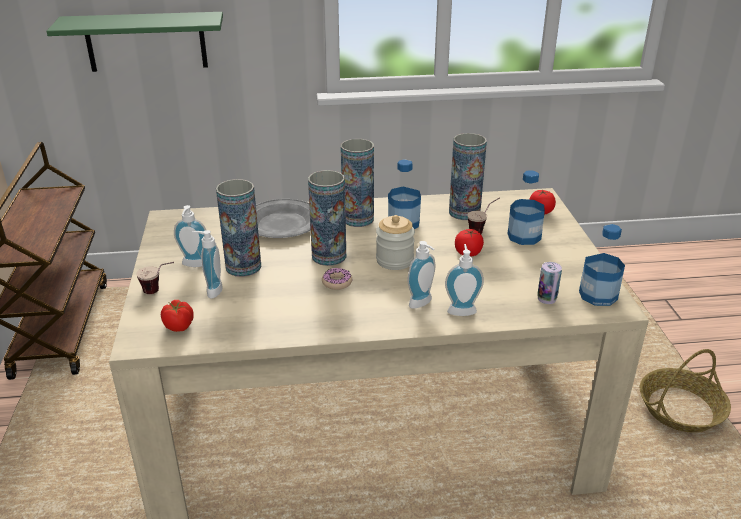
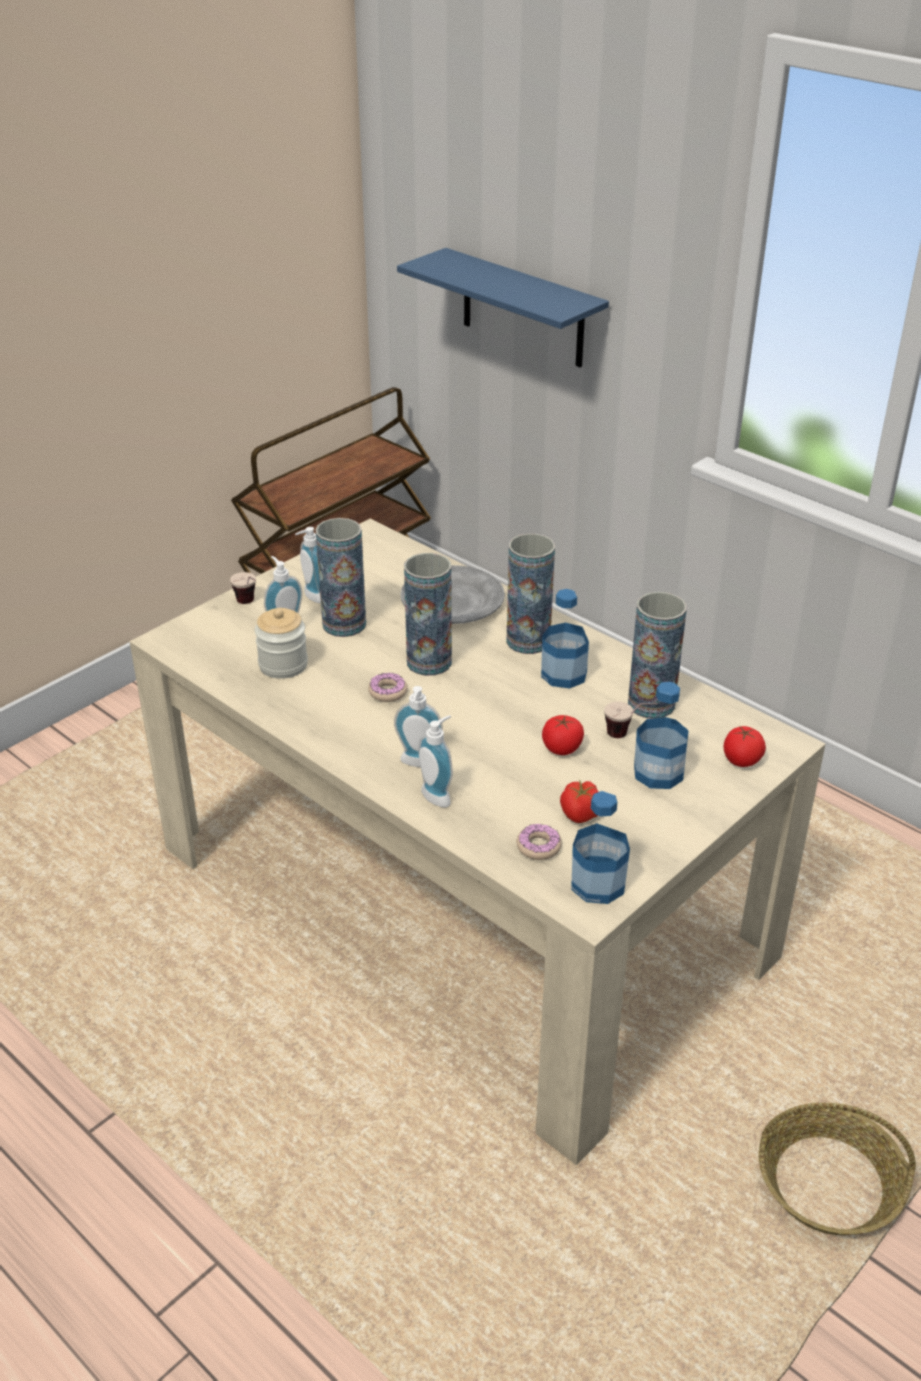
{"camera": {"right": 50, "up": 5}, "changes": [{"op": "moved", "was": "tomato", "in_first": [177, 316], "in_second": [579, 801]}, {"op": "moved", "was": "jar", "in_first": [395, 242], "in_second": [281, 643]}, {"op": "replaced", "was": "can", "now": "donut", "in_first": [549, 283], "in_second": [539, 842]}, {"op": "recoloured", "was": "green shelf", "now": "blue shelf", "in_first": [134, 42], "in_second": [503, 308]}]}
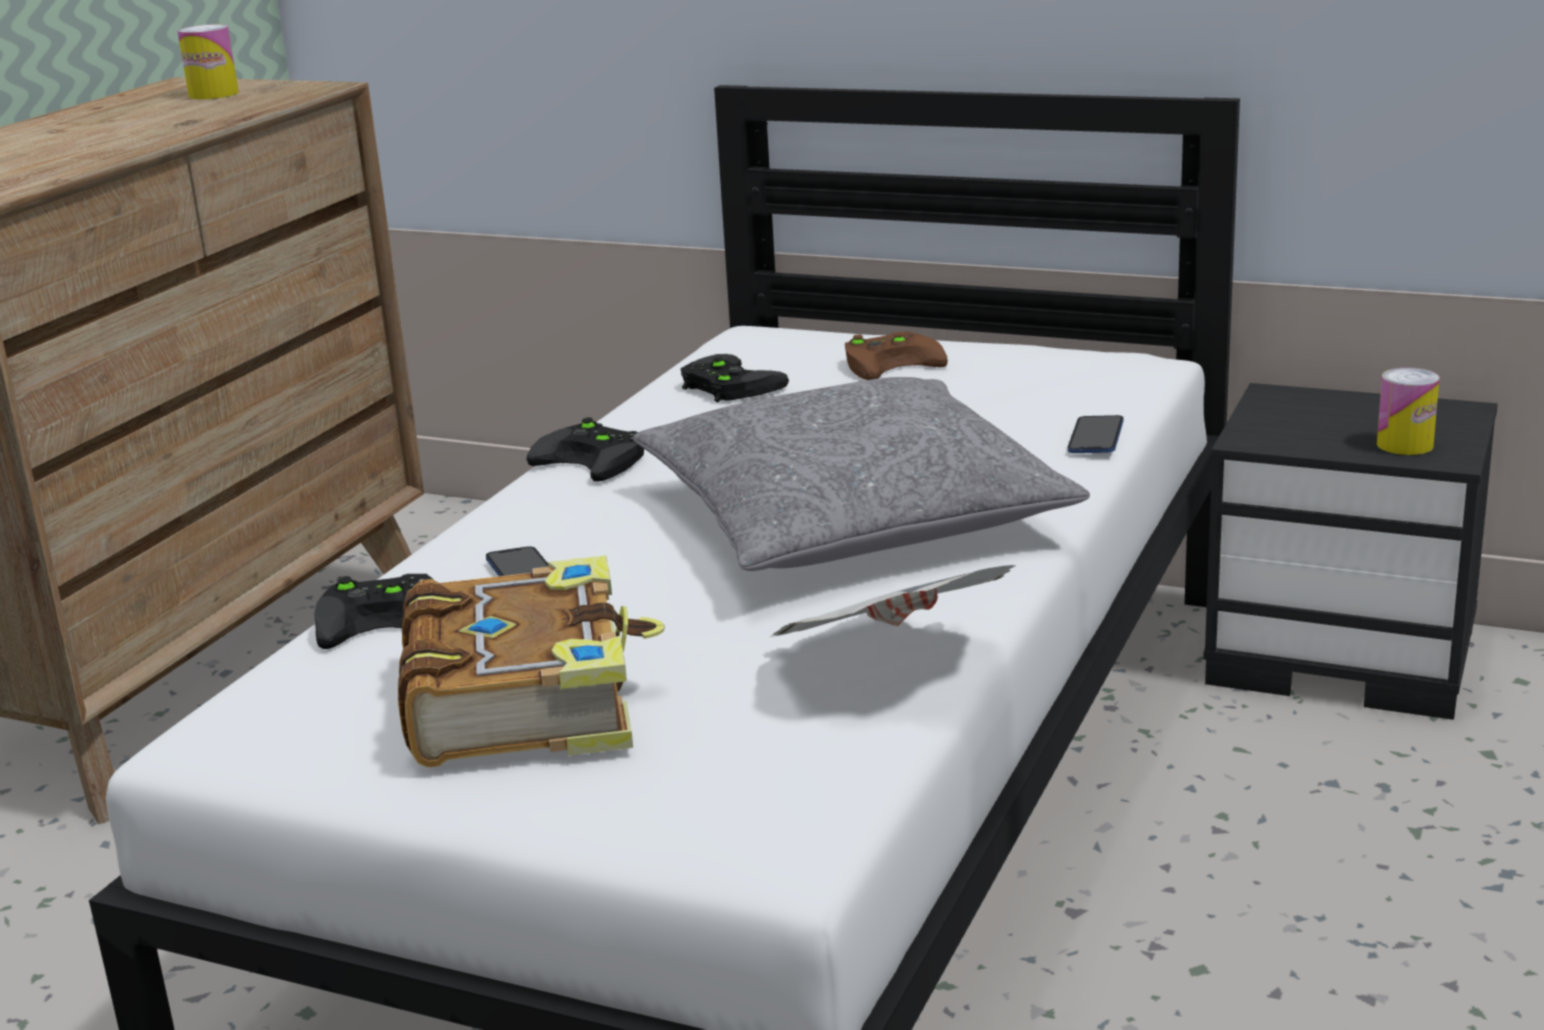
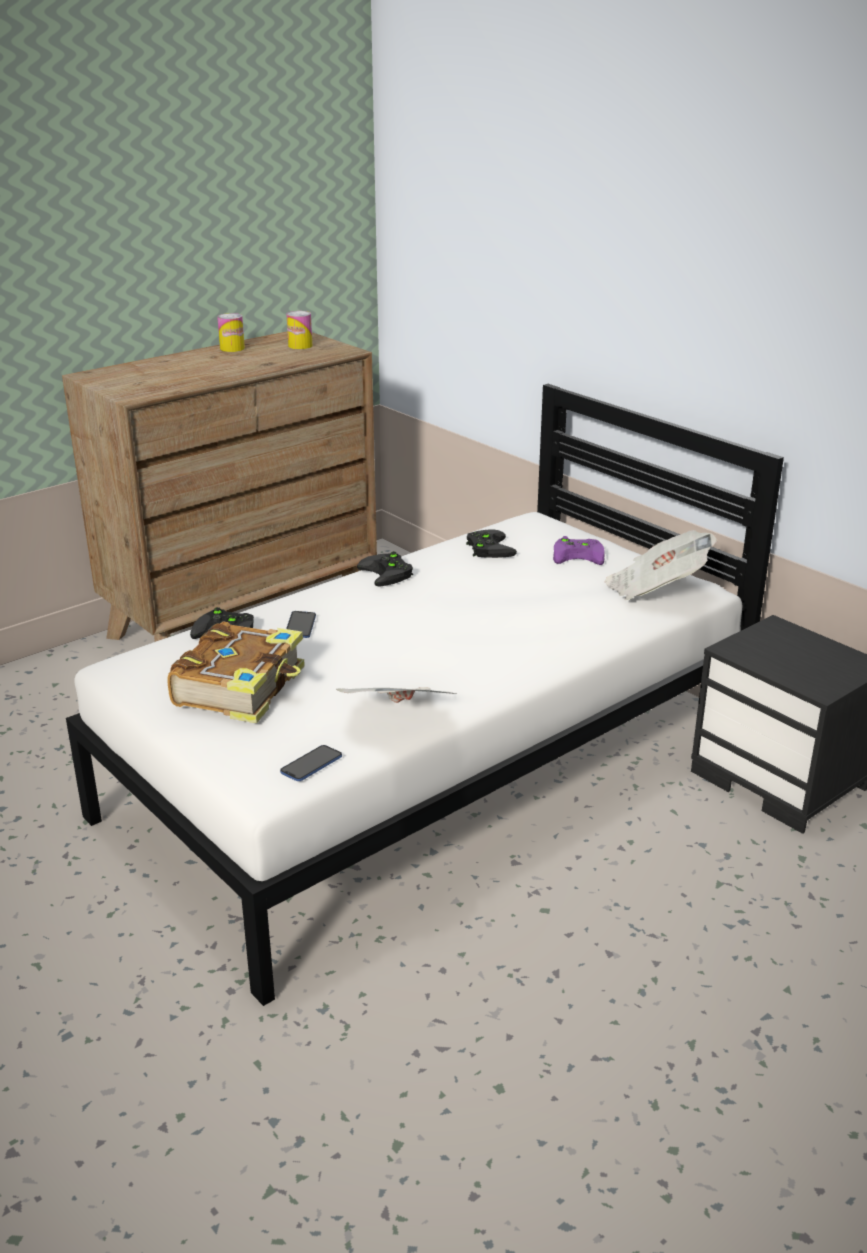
{"camera": {"right": 25, "up": 5}, "changes": [{"op": "removed", "was": "grey pillow", "in_first": [861, 474]}, {"op": "added", "now": "newspaper", "in_second": [660, 565]}, {"op": "moved", "was": "phone", "in_first": [1096, 434], "in_second": [311, 763]}, {"op": "moved", "was": "can", "in_first": [1408, 411], "in_second": [231, 332]}, {"op": "recoloured", "was": "brown game controller", "now": "purple game controller", "in_first": [896, 355], "in_second": [578, 550]}]}
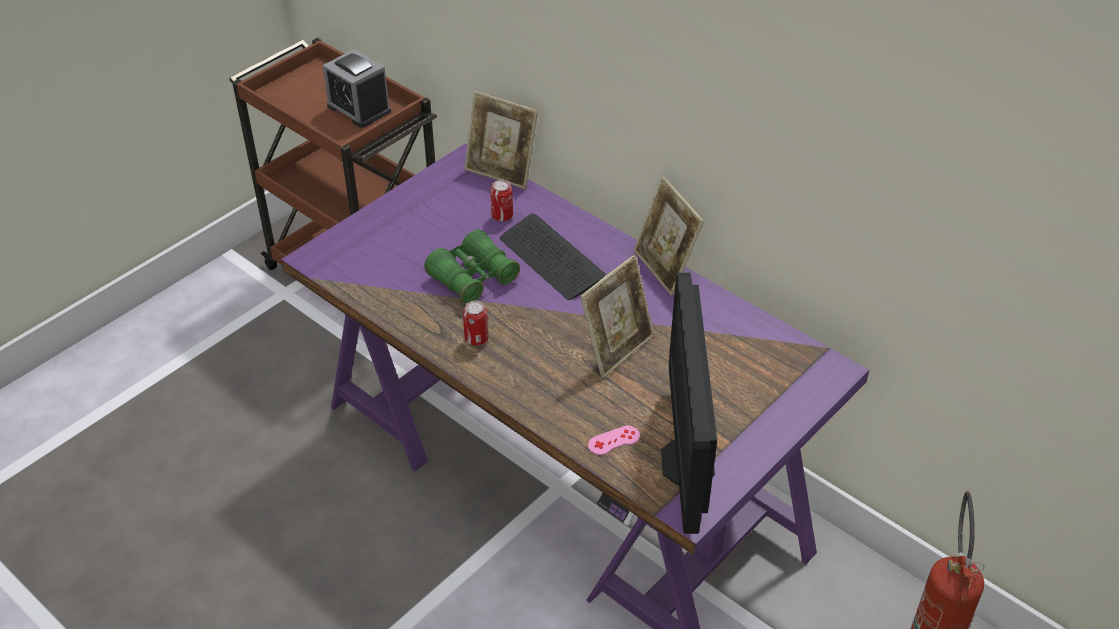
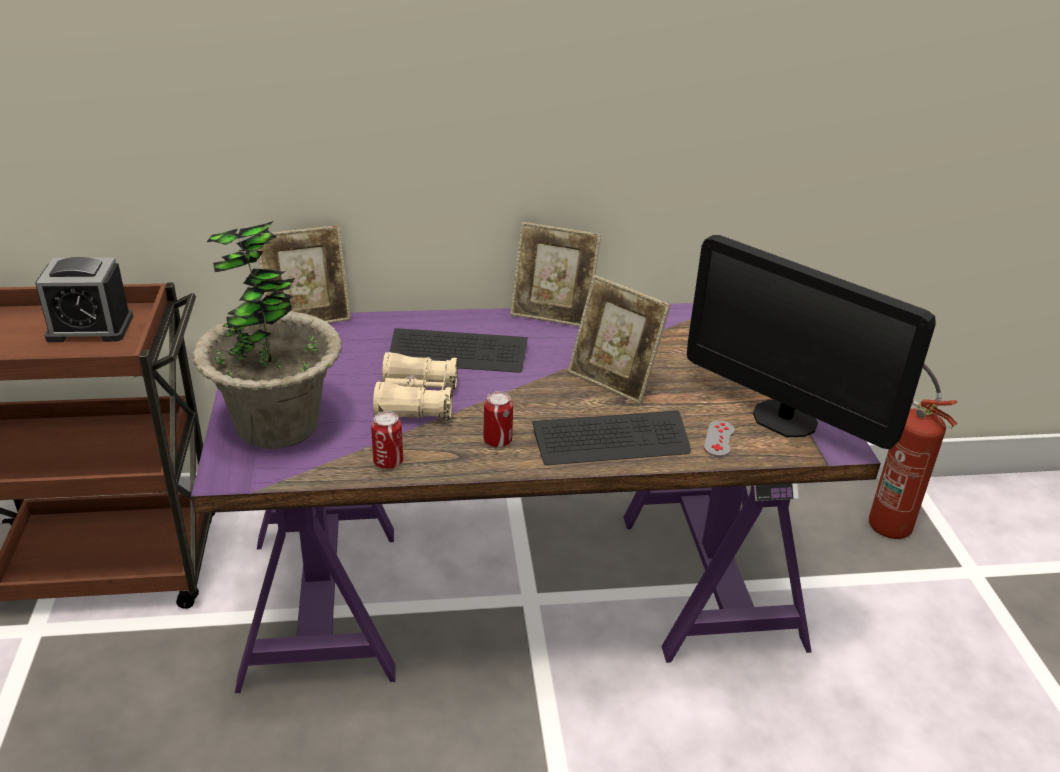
{"camera": {"right": -50, "up": -10}, "changes": [{"op": "added", "now": "potted plant", "in_second": [267, 335]}, {"op": "added", "now": "keyboard", "in_second": [611, 438]}, {"op": "moved", "was": "can", "in_first": [501, 200], "in_second": [387, 440]}, {"op": "recoloured", "was": "green binoculars", "now": "beige binoculars", "in_first": [472, 267], "in_second": [415, 386]}, {"op": "recoloured", "was": "pink game controller", "now": "grey game controller", "in_first": [614, 440], "in_second": [719, 438]}, {"op": "turned", "was": "picture frame", "in_first": [617, 316], "in_second": [619, 339], "clockwise": 135}]}
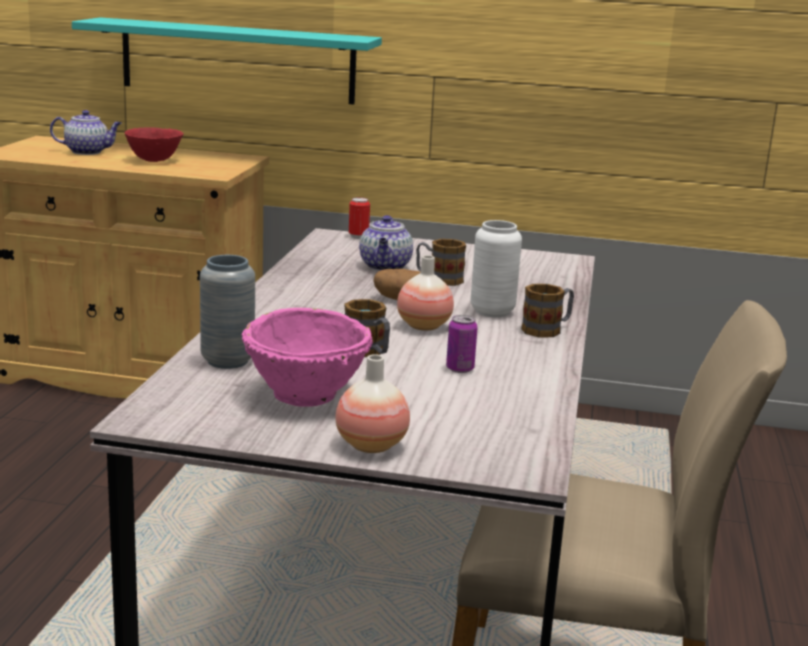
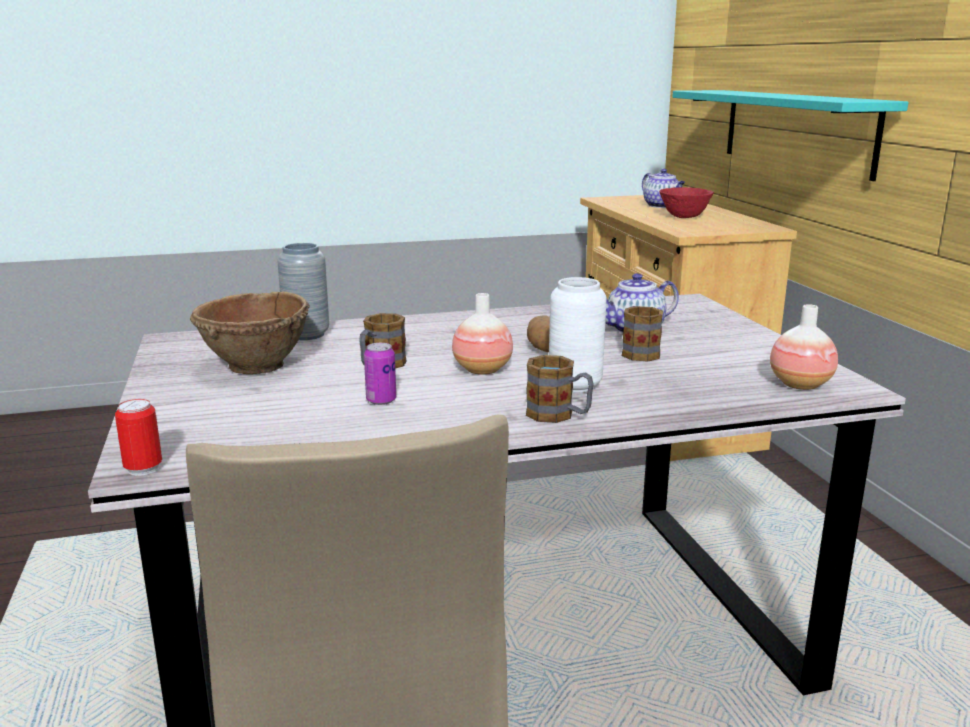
{"camera": {"right": 65, "up": 0}, "changes": [{"op": "moved", "was": "vase", "in_first": [373, 403], "in_second": [804, 347]}, {"op": "moved", "was": "can", "in_first": [359, 218], "in_second": [138, 437]}, {"op": "recoloured", "was": "pink bowl", "now": "brown bowl", "in_first": [307, 357], "in_second": [250, 333]}]}
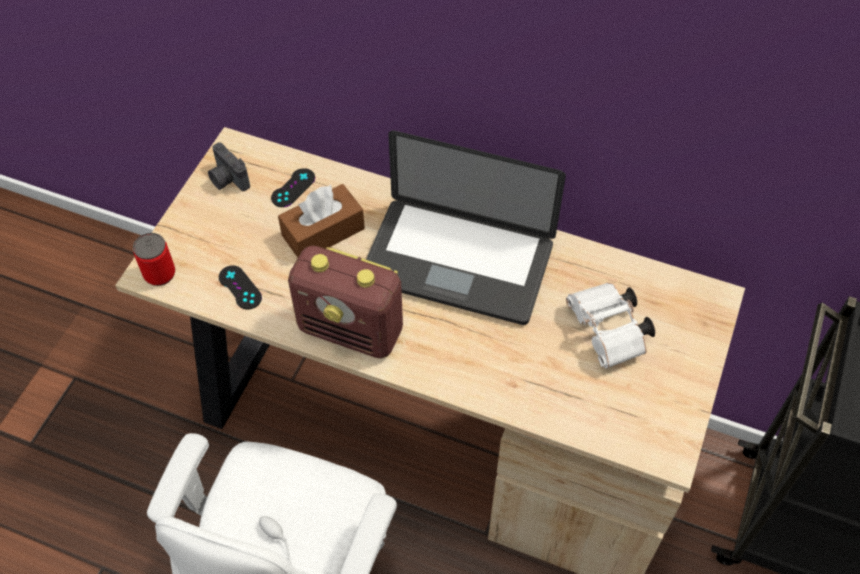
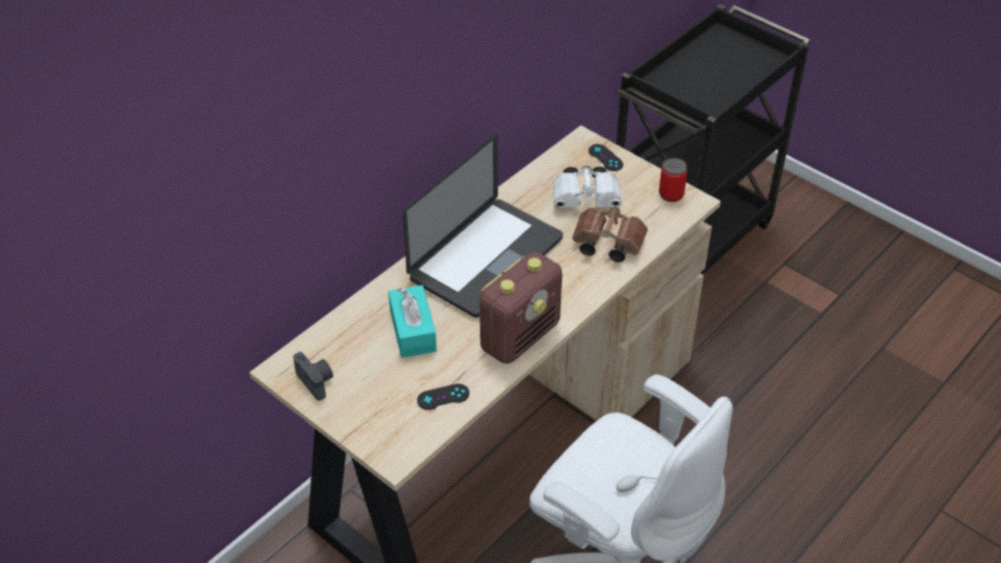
{"camera": {"right": -70, "up": -10}, "changes": [{"op": "added", "now": "brown binoculars", "in_second": [610, 234]}, {"op": "moved", "was": "can", "in_first": [154, 259], "in_second": [673, 180]}, {"op": "moved", "was": "black game controller", "in_first": [293, 187], "in_second": [606, 157]}, {"op": "recoloured", "was": "brown tissue box", "now": "turquoise tissue box", "in_first": [321, 220], "in_second": [412, 321]}, {"op": "turned", "was": "photo camera", "in_first": [229, 166], "in_second": [313, 376], "clockwise": -105}]}
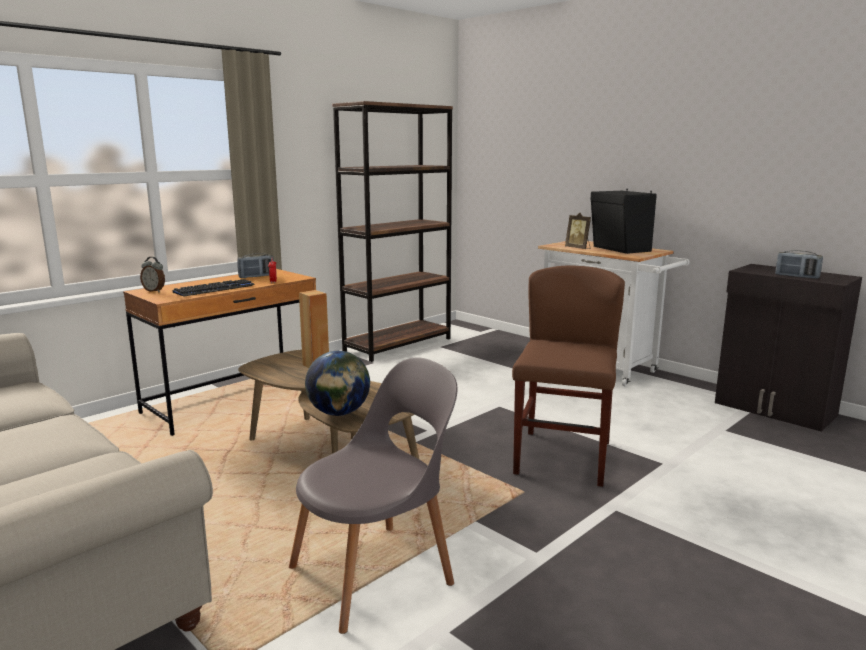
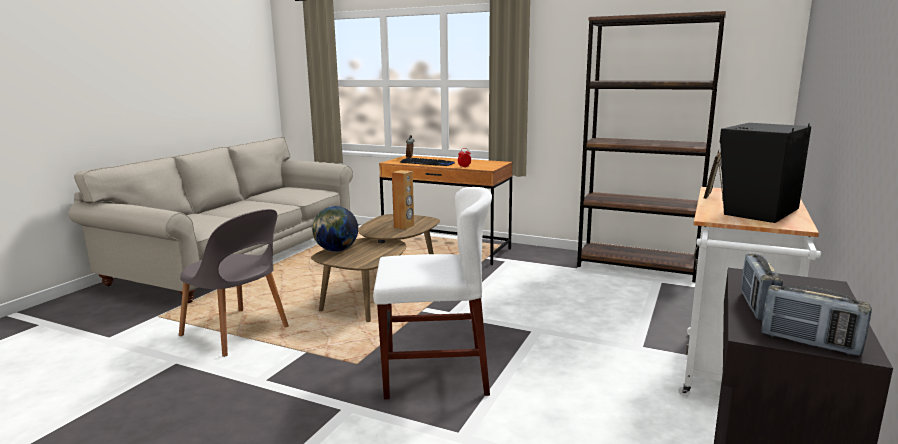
{"camera": {"right": 70, "up": 0}, "changes": [{"op": "moved", "was": "radio", "in_first": [255, 265], "in_second": [816, 320]}, {"op": "recoloured", "was": "brown chair", "now": "white chair", "in_first": [568, 376], "in_second": [432, 293]}]}
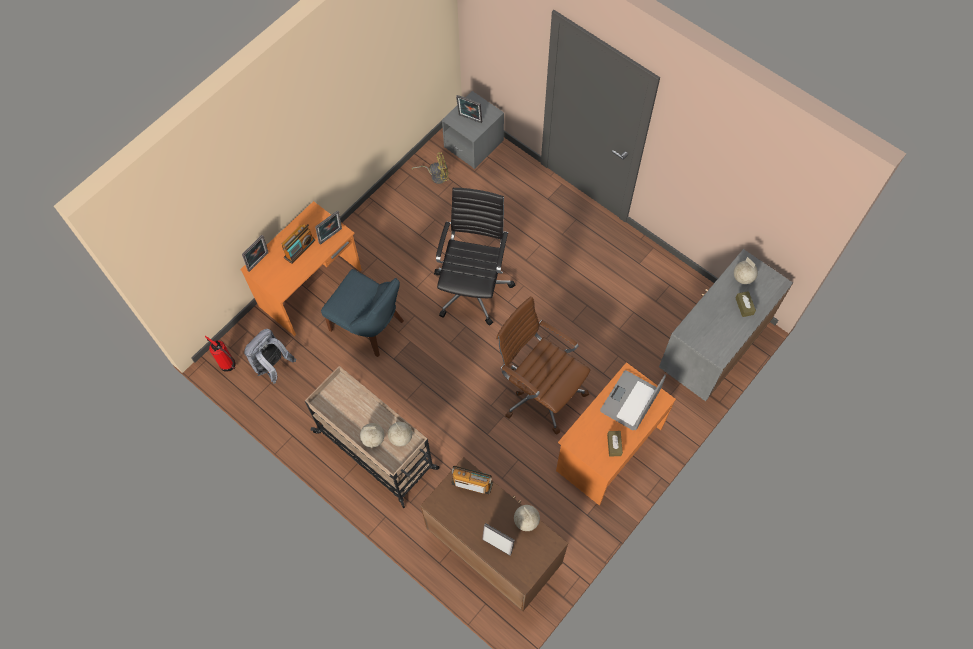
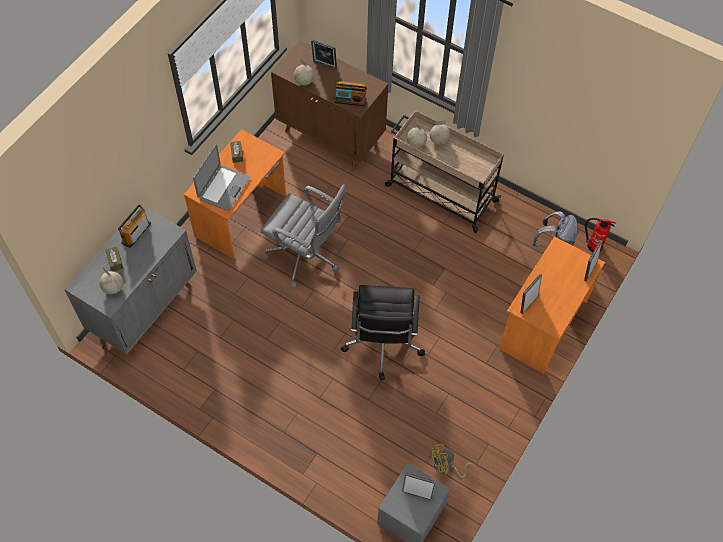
{"camera": {"right": 170, "up": -5}, "changes": [{"op": "removed", "was": "blue chair", "in_first": [362, 313]}, {"op": "moved", "was": "radio", "in_first": [298, 244], "in_second": [134, 226]}, {"op": "recoloured", "was": "brown office chair", "now": "grey office chair", "in_first": [543, 365], "in_second": [303, 236]}]}
